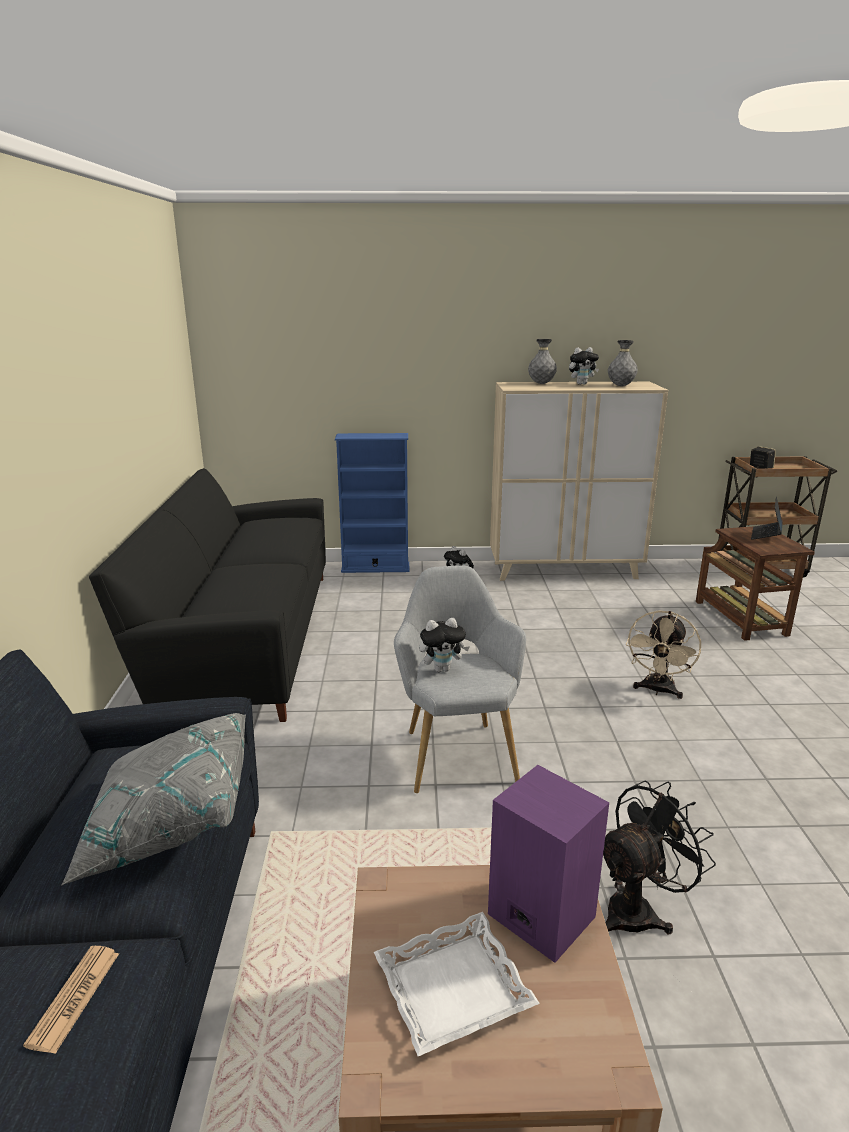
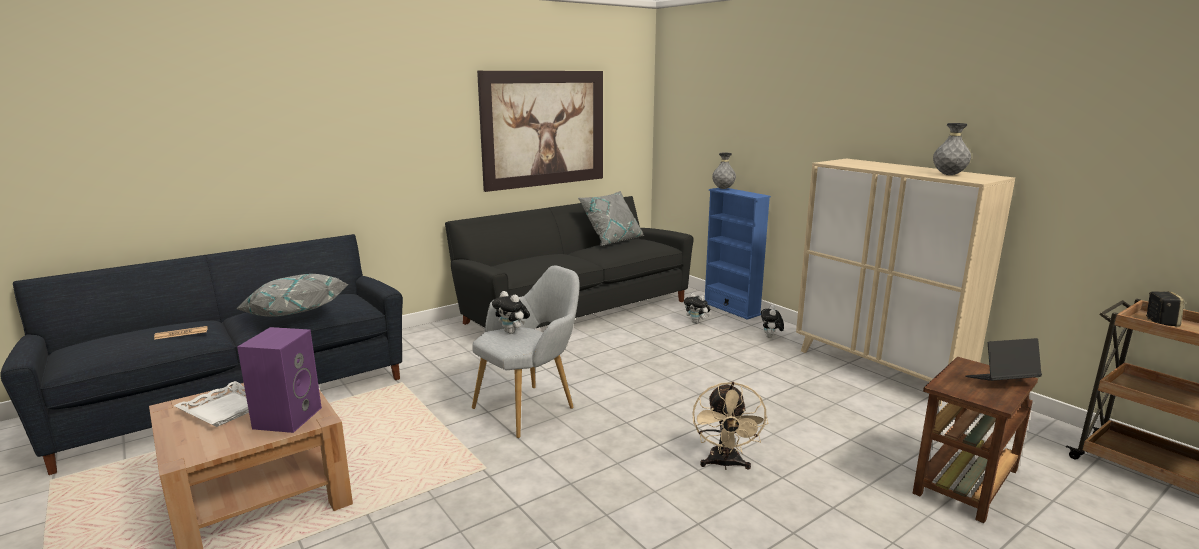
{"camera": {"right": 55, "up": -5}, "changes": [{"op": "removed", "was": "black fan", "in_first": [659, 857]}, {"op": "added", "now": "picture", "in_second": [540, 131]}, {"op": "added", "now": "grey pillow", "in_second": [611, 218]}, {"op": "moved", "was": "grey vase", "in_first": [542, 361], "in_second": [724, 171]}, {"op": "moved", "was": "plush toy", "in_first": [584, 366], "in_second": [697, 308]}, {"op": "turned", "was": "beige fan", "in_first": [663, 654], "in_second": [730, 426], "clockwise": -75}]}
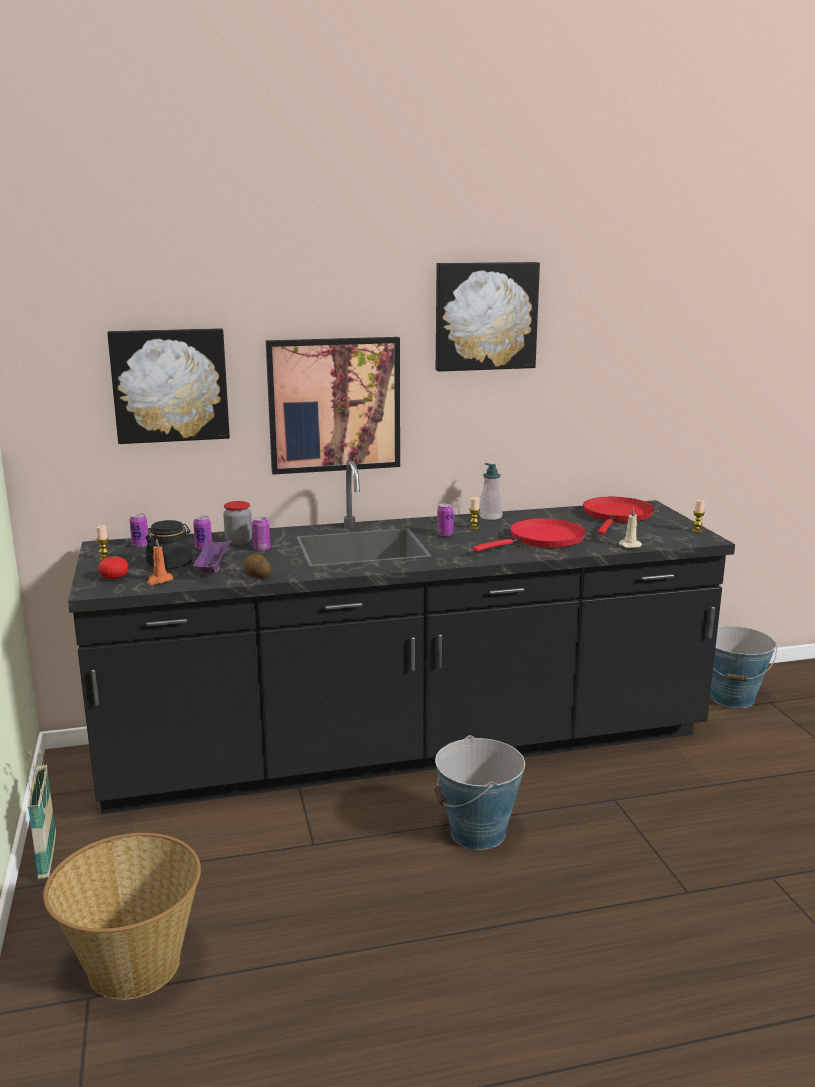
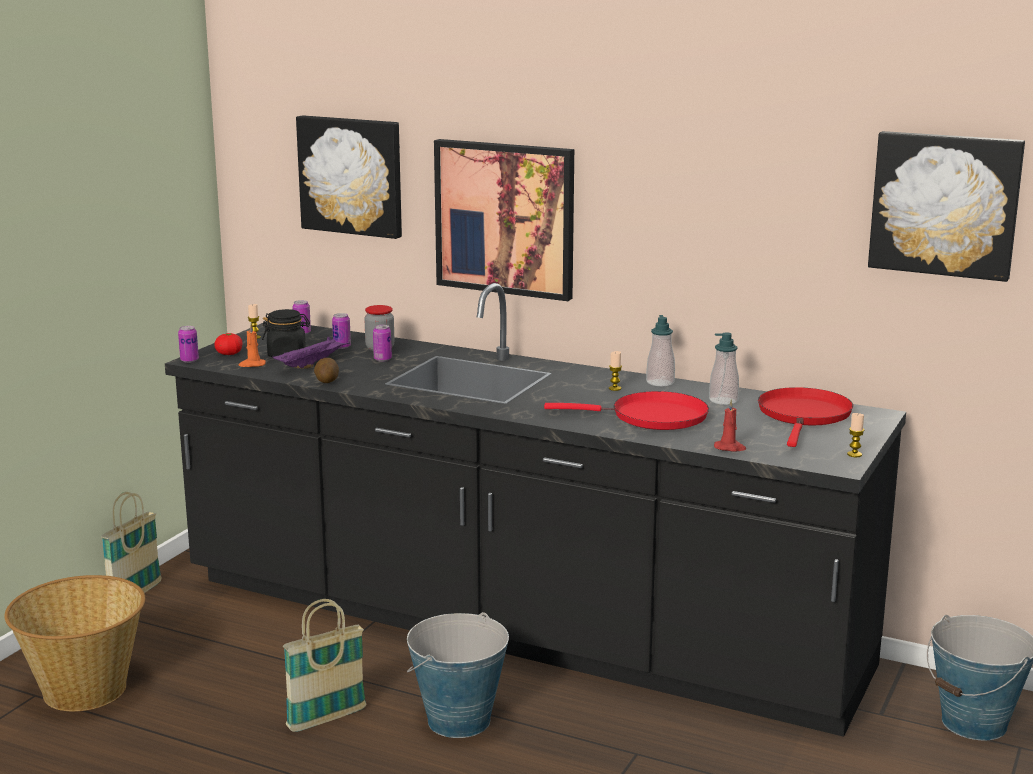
{"camera": {"right": 40, "up": 0}, "changes": [{"op": "added", "now": "basket", "in_second": [324, 665]}, {"op": "added", "now": "soap dispenser", "in_second": [724, 369]}, {"op": "moved", "was": "picture", "in_first": [488, 317], "in_second": [946, 206]}, {"op": "moved", "was": "can", "in_first": [445, 519], "in_second": [188, 344]}, {"op": "recoloured", "was": "beige candle", "now": "red candle", "in_first": [630, 527], "in_second": [730, 425]}, {"op": "turned", "was": "red frying pan", "in_first": [618, 516], "in_second": [805, 417], "clockwise": -45}]}
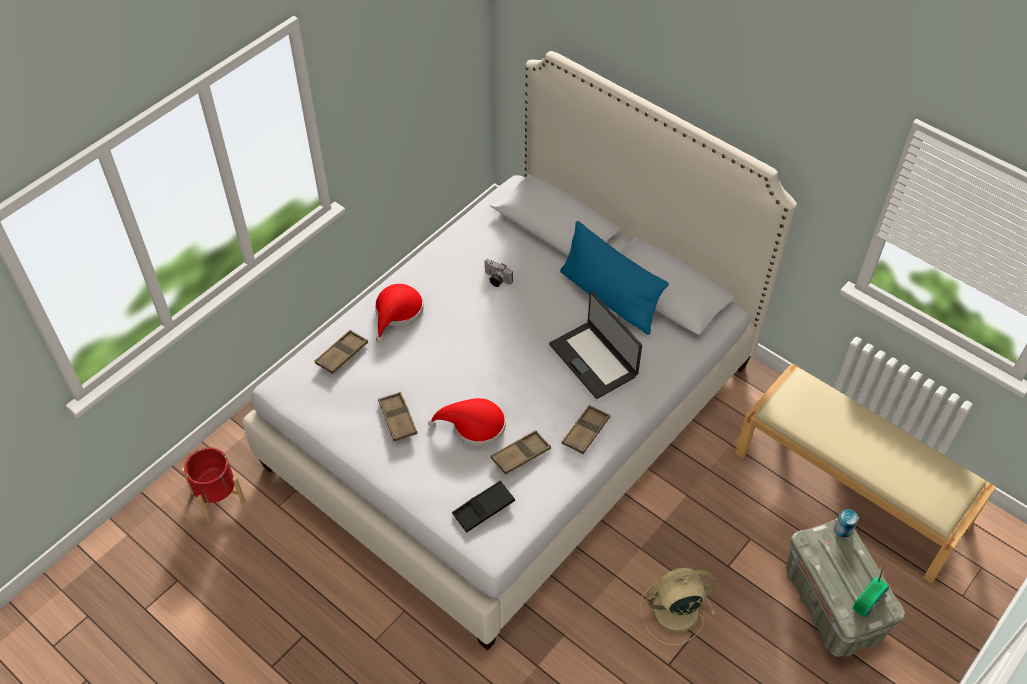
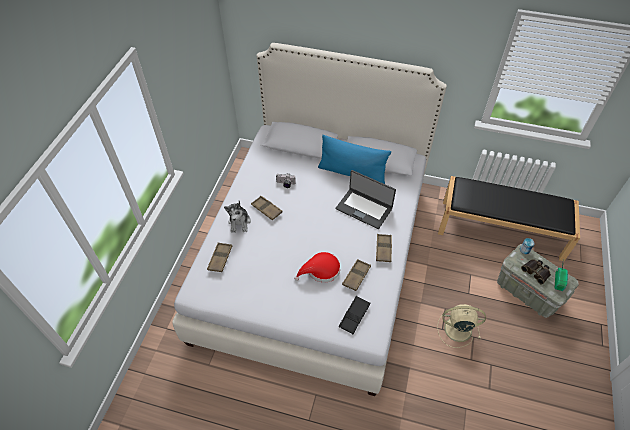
{"camera": {"right": -25, "up": 0}, "changes": [{"op": "removed", "was": "red planter", "in_first": [214, 484]}, {"op": "added", "now": "binoculars", "in_second": [536, 272]}, {"op": "moved", "was": "brown tray", "in_first": [398, 416], "in_second": [267, 208]}, {"op": "replaced", "was": "red hat", "now": "plush toy", "in_first": [399, 313], "in_second": [237, 217]}, {"op": "recoloured", "was": "beige bench", "now": "black bench", "in_first": [865, 473], "in_second": [509, 218]}, {"op": "turned", "was": "beige fan", "in_first": [678, 606], "in_second": [461, 326], "clockwise": 45}]}
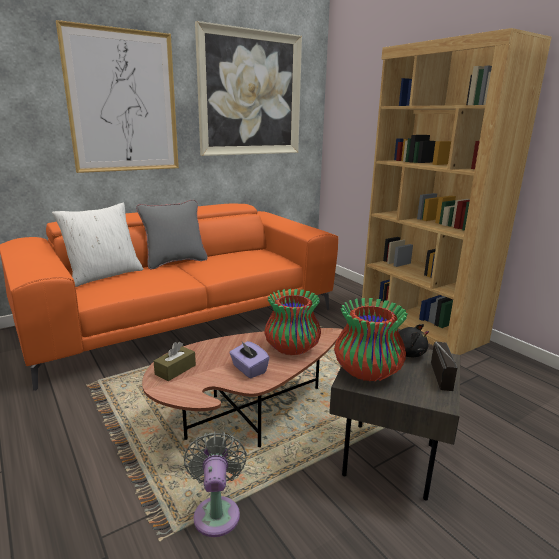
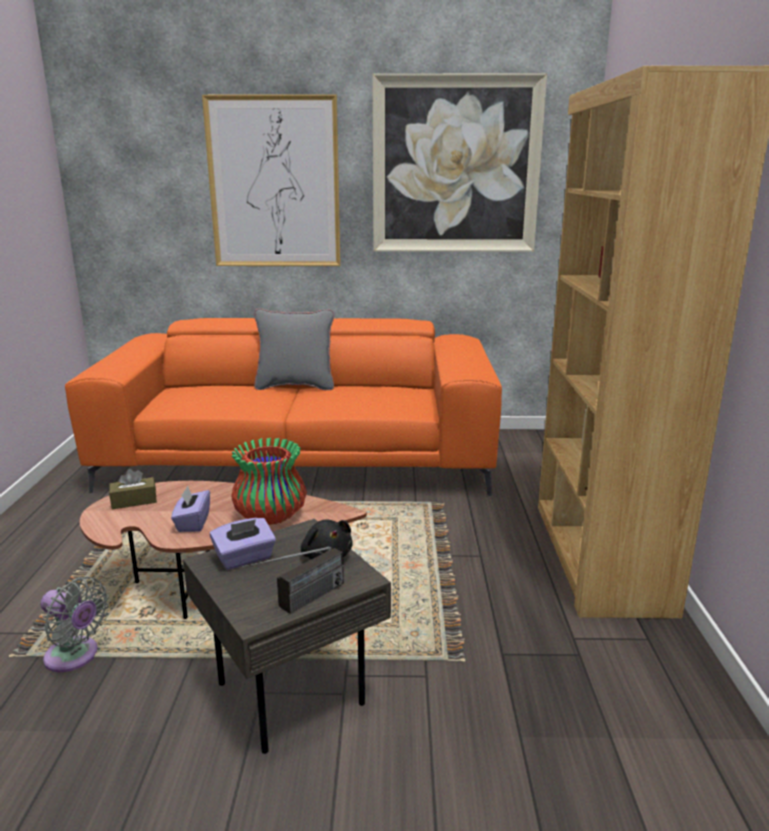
{"camera": {"right": 35, "up": 0}, "changes": [{"op": "removed", "was": "white pillow", "in_first": [97, 245]}, {"op": "replaced", "was": "vase", "now": "purple tissue box", "in_first": [371, 339], "in_second": [243, 544]}, {"op": "turned", "was": "grey fan", "in_first": [215, 484], "in_second": [75, 624], "clockwise": 90}]}
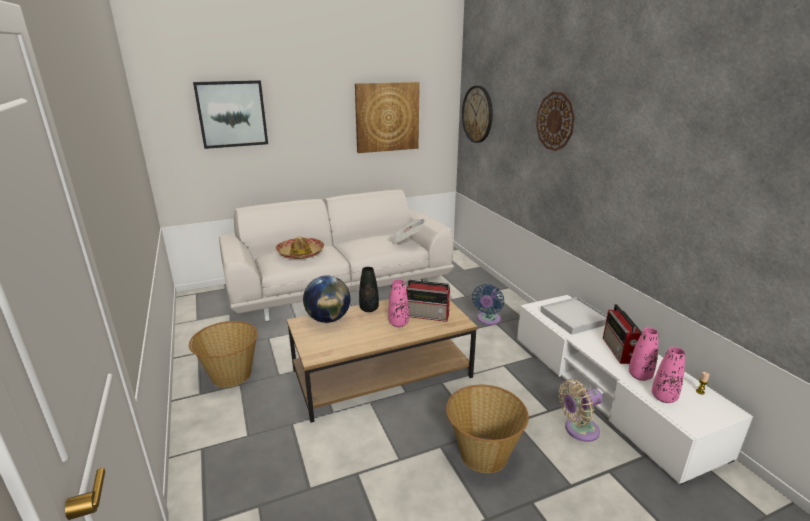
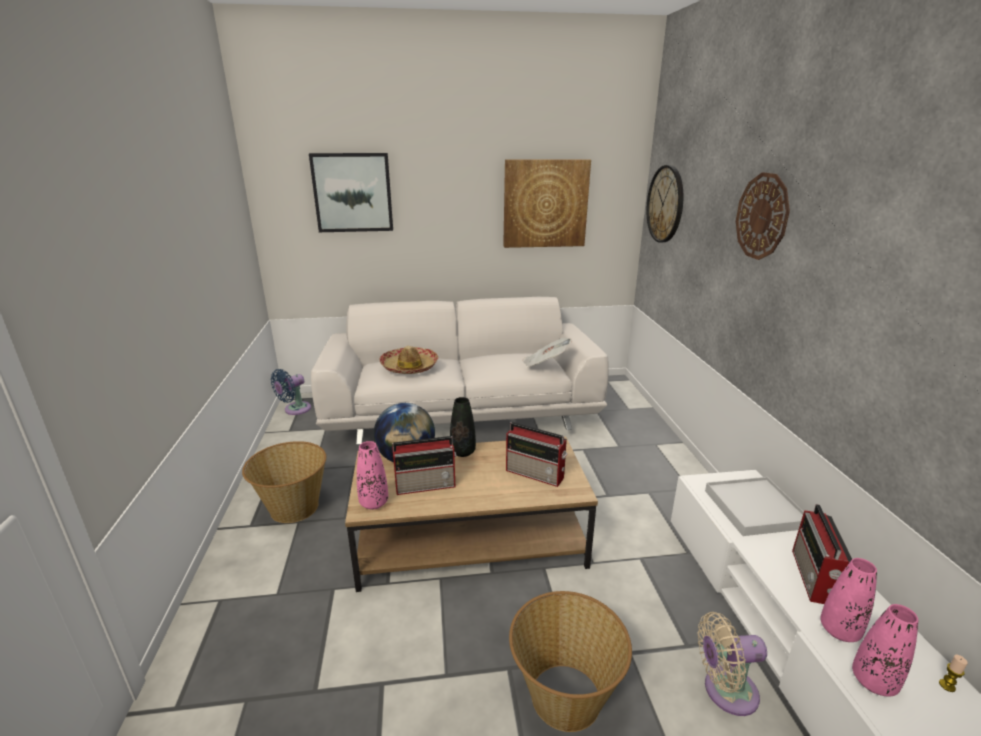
{"camera": {"right": 15, "up": 0}, "changes": [{"op": "added", "now": "radio", "in_second": [424, 465]}, {"op": "moved", "was": "pink vase", "in_first": [398, 303], "in_second": [372, 475]}, {"op": "moved", "was": "blue fan", "in_first": [488, 304], "in_second": [291, 392]}]}
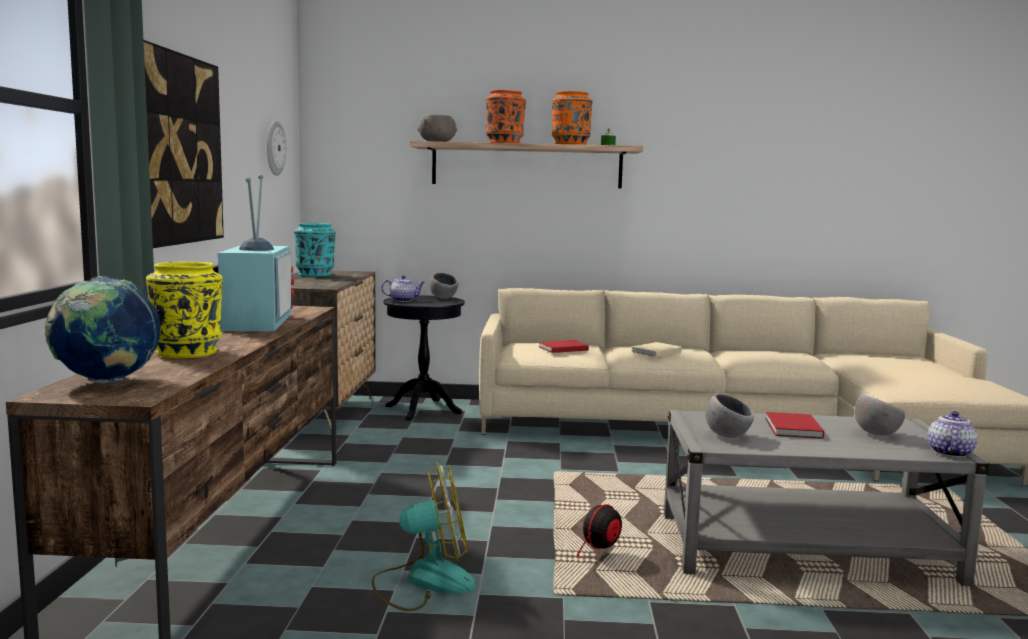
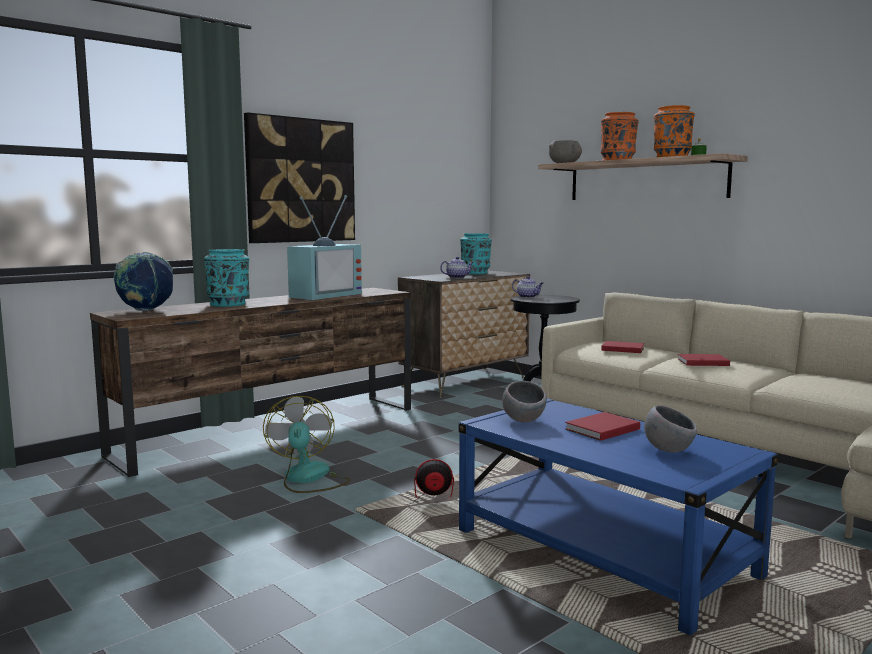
{"camera": {"right": 45, "up": 0}, "changes": [{"op": "removed", "was": "wall clock", "in_first": [276, 148]}, {"op": "removed", "was": "grey bowl", "in_first": [444, 286]}, {"op": "moved", "was": "teapot", "in_first": [953, 434], "in_second": [456, 267]}, {"op": "recoloured", "was": "yellow vase", "now": "turquoise vase", "in_first": [184, 310], "in_second": [226, 278]}, {"op": "recoloured", "was": "beige book", "now": "red book", "in_first": [656, 349], "in_second": [704, 360]}, {"op": "recoloured", "was": "grey coffee table", "now": "blue coffee table", "in_first": [826, 498], "in_second": [618, 516]}, {"op": "turned", "was": "fan", "in_first": [423, 536], "in_second": [306, 444], "clockwise": -135}]}
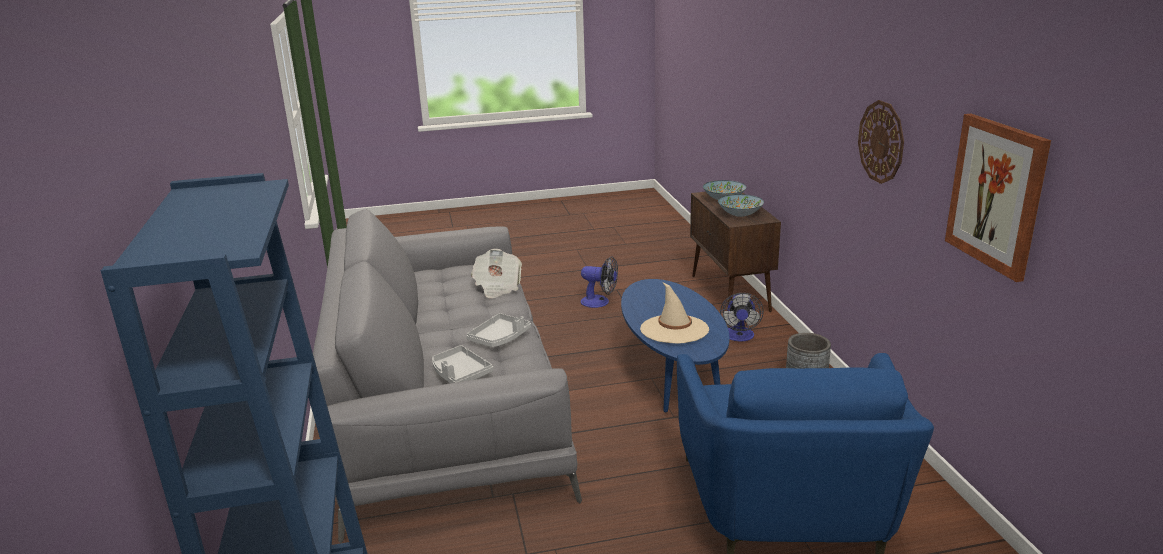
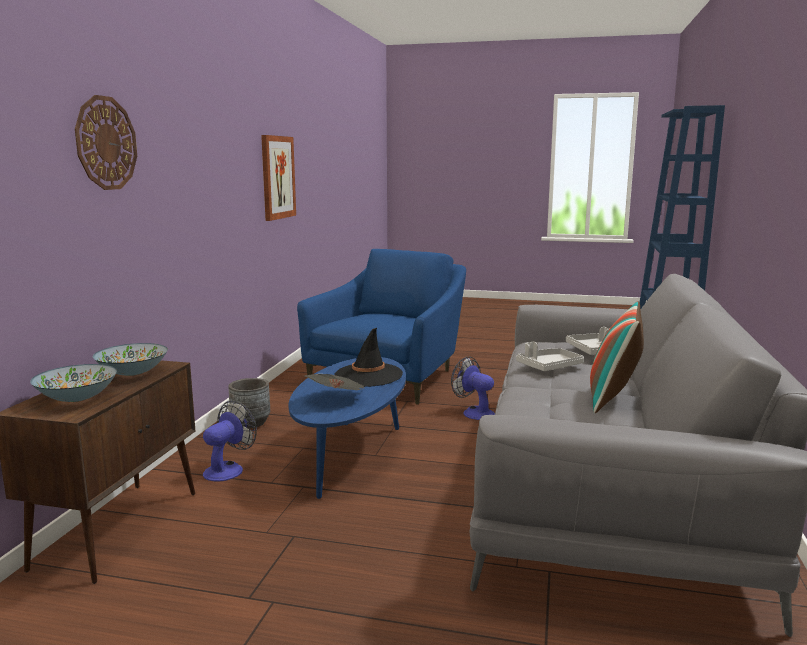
{"camera": {"right": -155, "up": -10}, "changes": [{"op": "added", "now": "pillow", "in_second": [617, 357]}, {"op": "moved", "was": "newspaper", "in_first": [496, 273], "in_second": [335, 382]}, {"op": "moved", "was": "fan", "in_first": [599, 282], "in_second": [473, 388]}, {"op": "moved", "was": "wall clock", "in_first": [881, 142], "in_second": [106, 142]}, {"op": "recoloured", "was": "beige hat", "now": "black hat", "in_first": [674, 313], "in_second": [368, 357]}]}
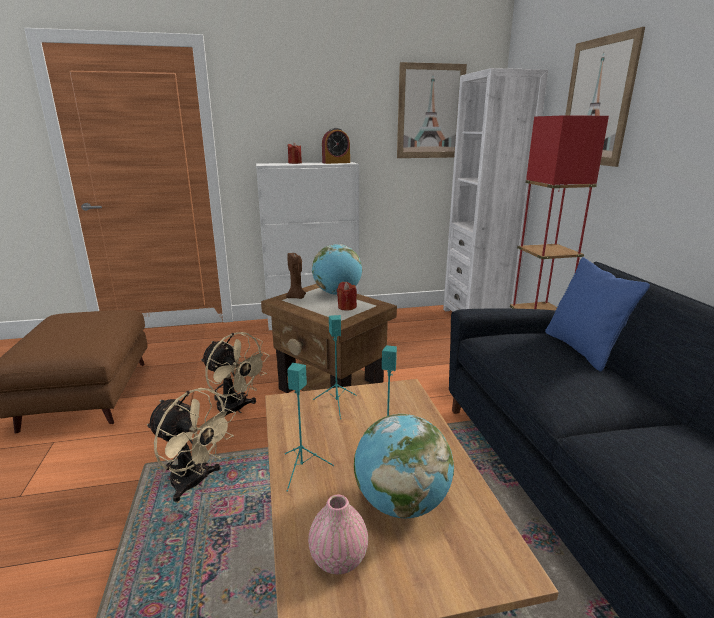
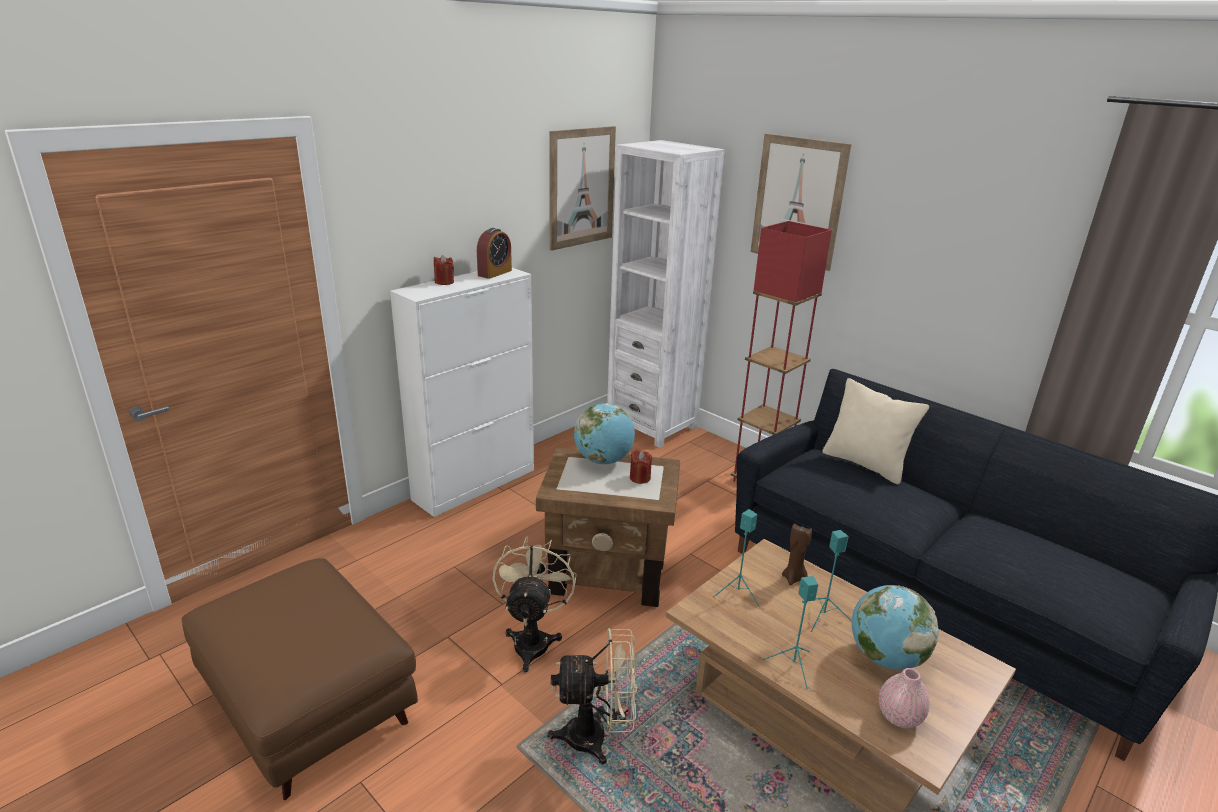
{"camera": {"right": -35, "up": 5}, "changes": [{"op": "moved", "was": "brown candle", "in_first": [296, 275], "in_second": [797, 555]}, {"op": "recoloured", "was": "blue pillow", "now": "beige pillow", "in_first": [597, 314], "in_second": [875, 431]}, {"op": "turned", "was": "beige fan", "in_first": [235, 374], "in_second": [535, 604], "clockwise": -90}]}
